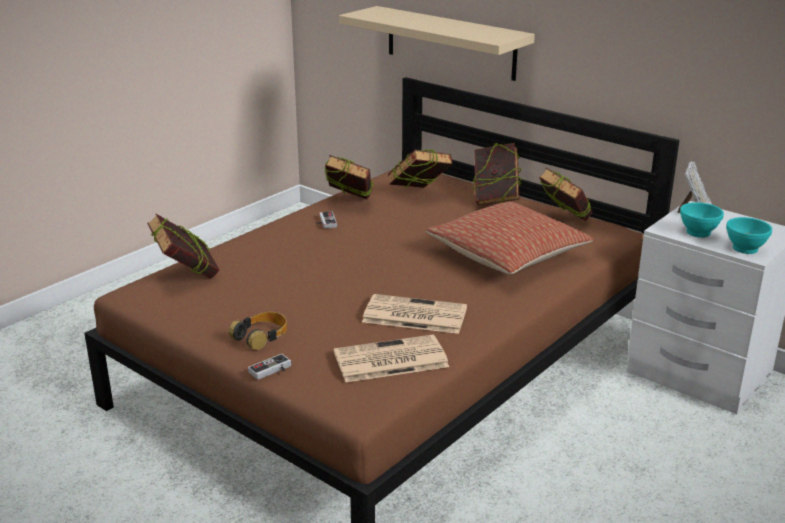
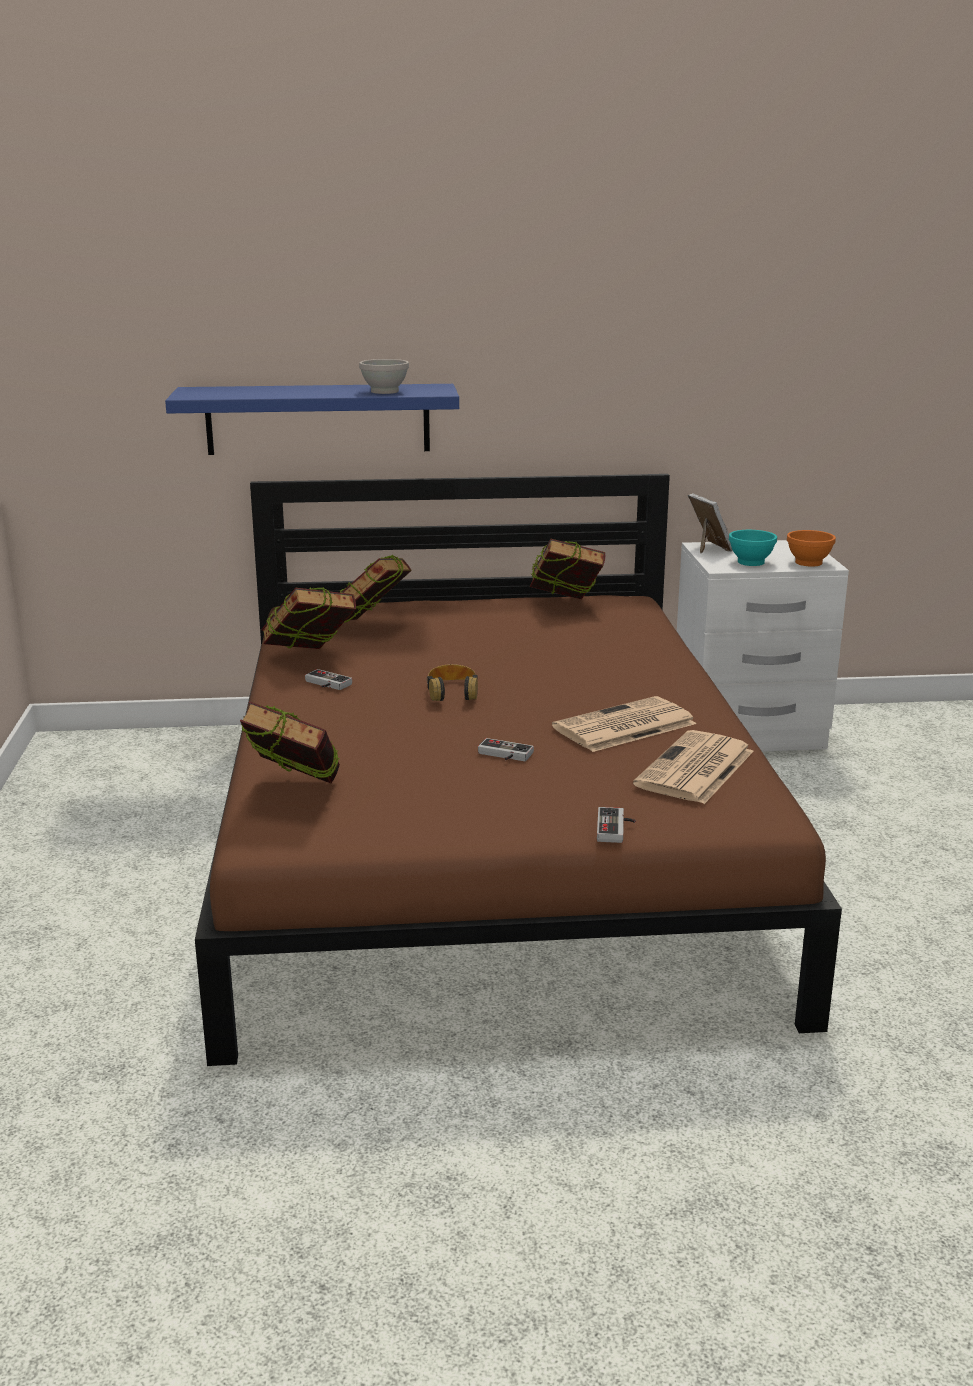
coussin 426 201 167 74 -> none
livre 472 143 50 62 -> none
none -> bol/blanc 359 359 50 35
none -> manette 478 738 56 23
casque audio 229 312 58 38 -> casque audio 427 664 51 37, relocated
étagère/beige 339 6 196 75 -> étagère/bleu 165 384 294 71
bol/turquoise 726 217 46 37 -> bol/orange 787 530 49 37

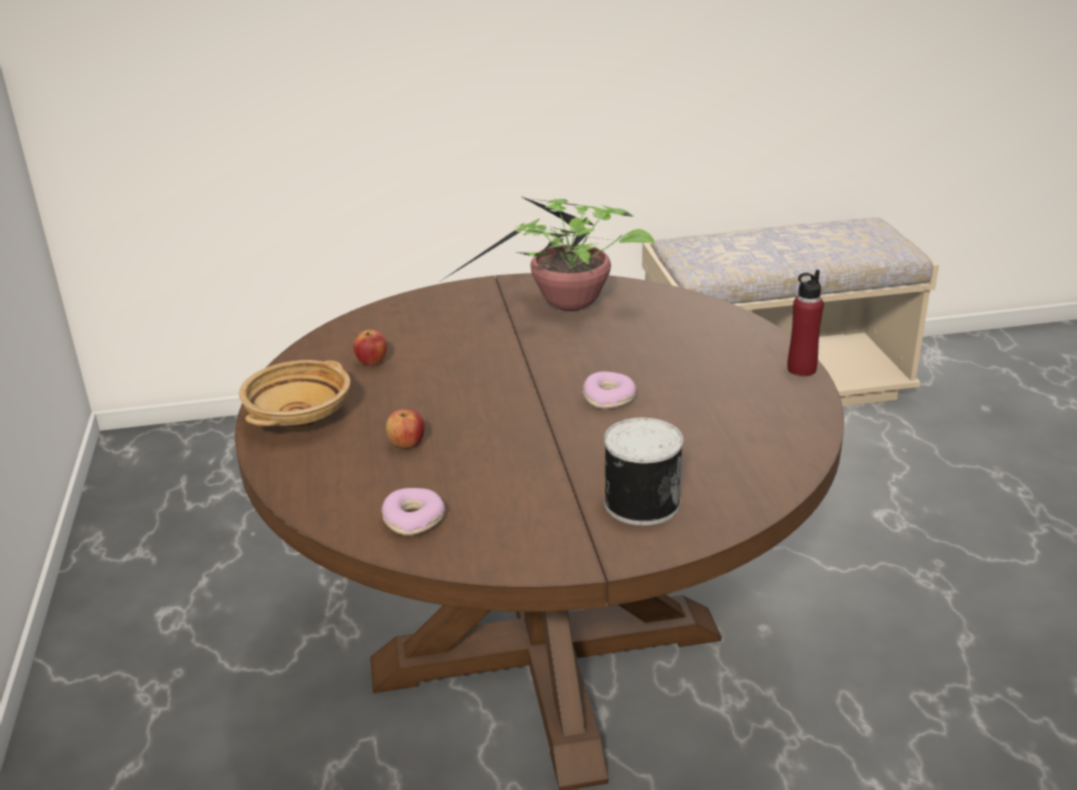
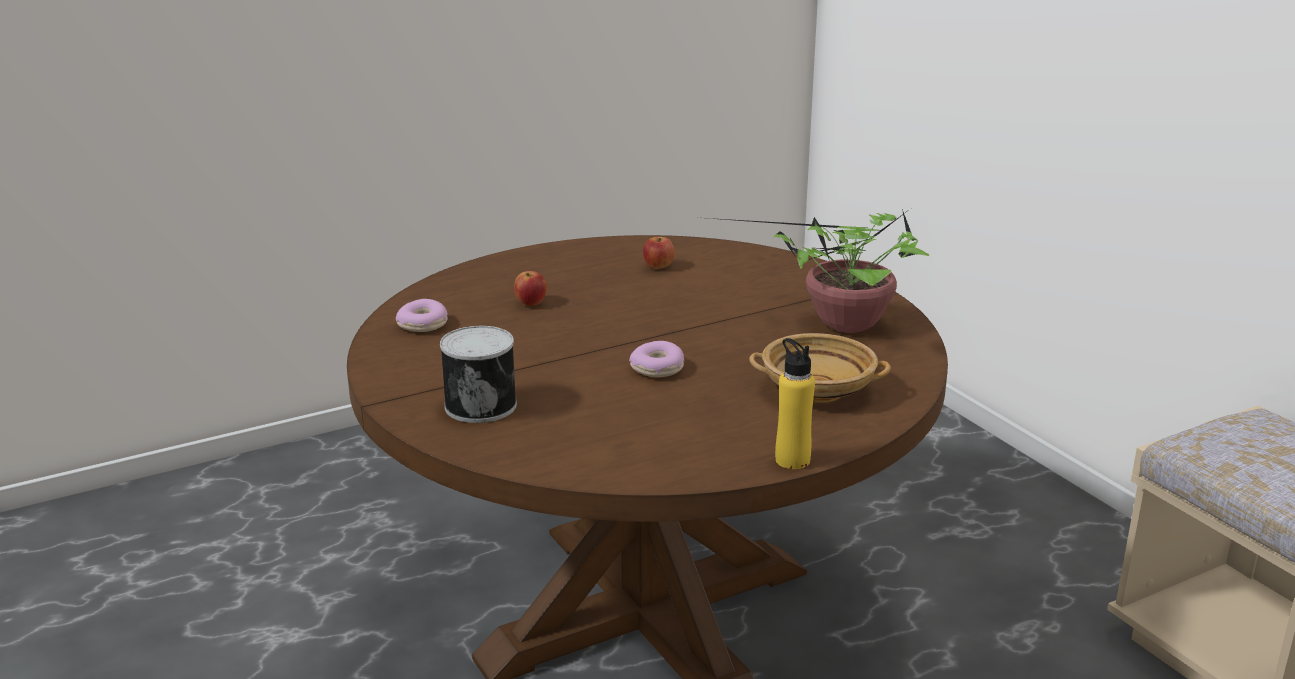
bol/beige 239 360 111 69 -> bol/beige 749 333 142 69, relocated
bouteille/rouge 787 270 37 106 -> bouteille/jaune 775 338 40 131

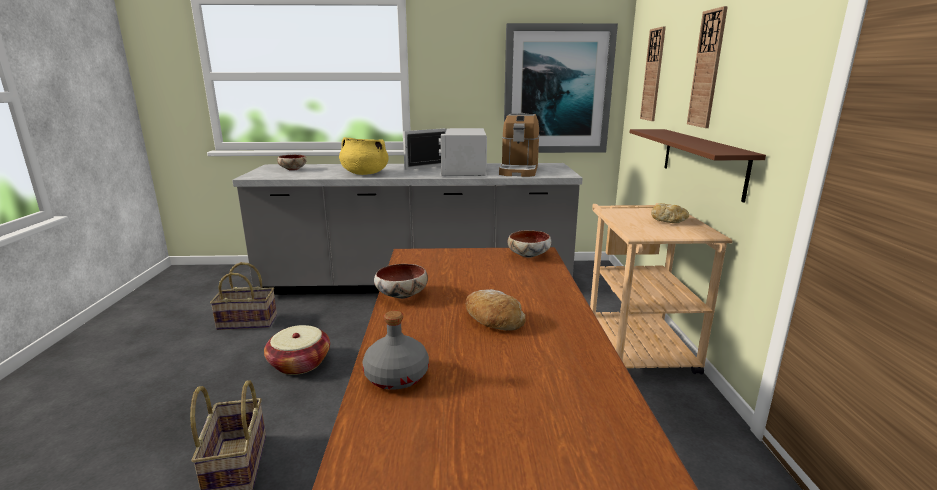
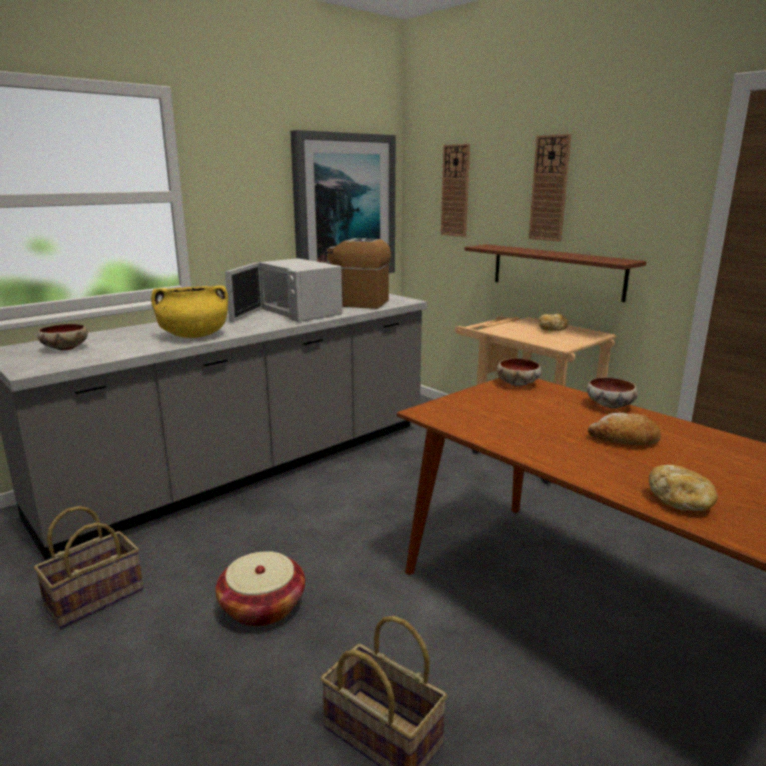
bol 374 264 54 35 -> bol 587 377 51 32, relocated
bouteille/gris 362 310 67 80 -> pain 649 465 69 46
machine à café 499 113 41 64 -> machine à café 324 238 67 71, 135 degrees clockwise

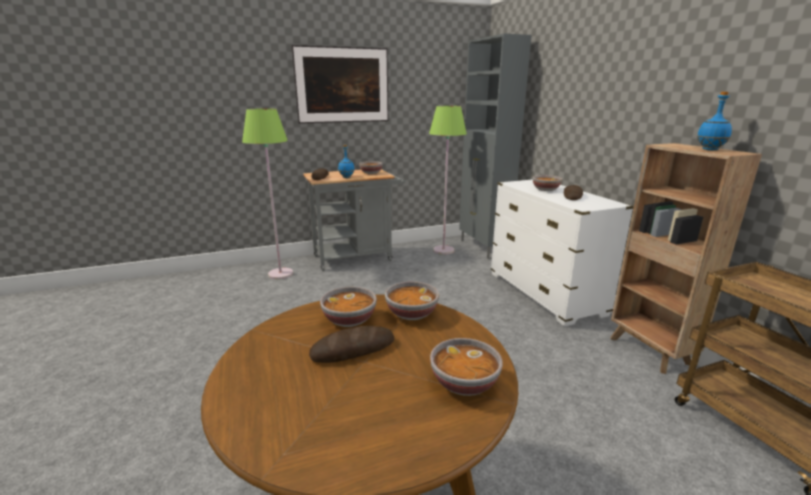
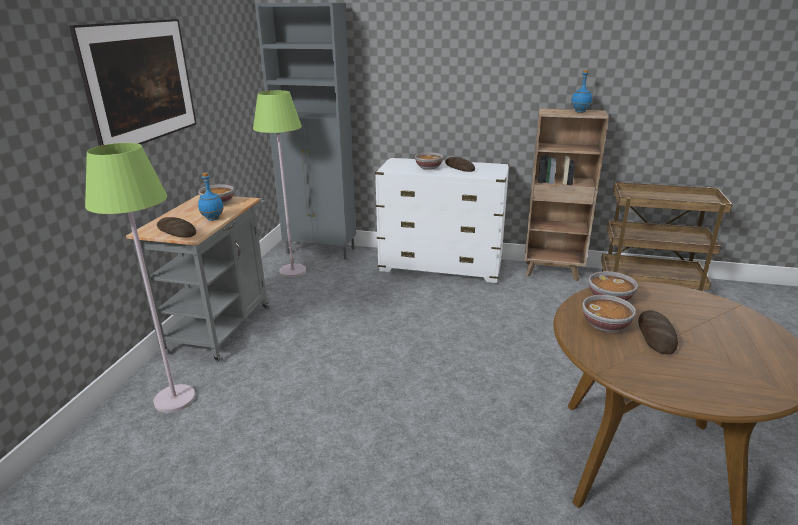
bol 430 338 73 58 -> none

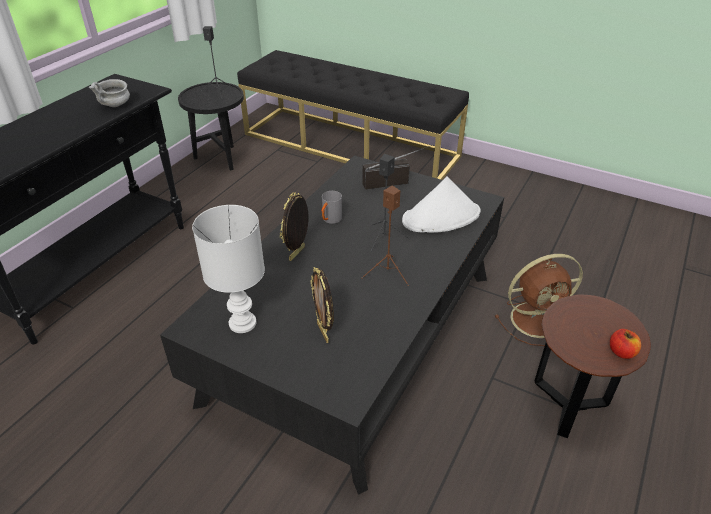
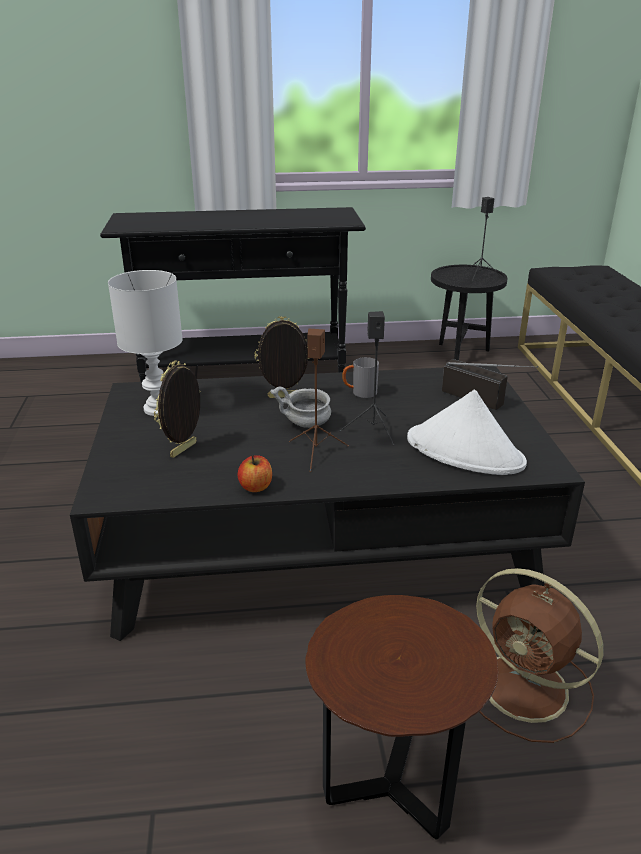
bol/gris 89 79 41 28 -> bol/gris 270 387 61 41, relocated
pomme 610 329 31 30 -> pomme 238 455 34 37, relocated

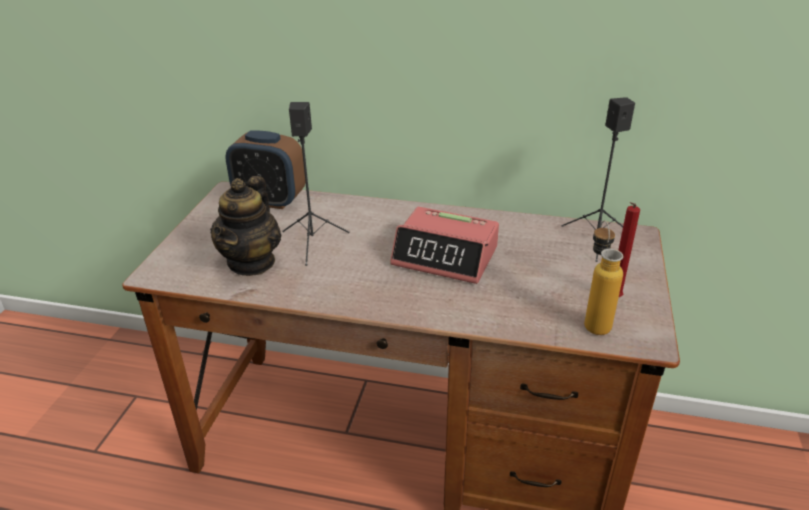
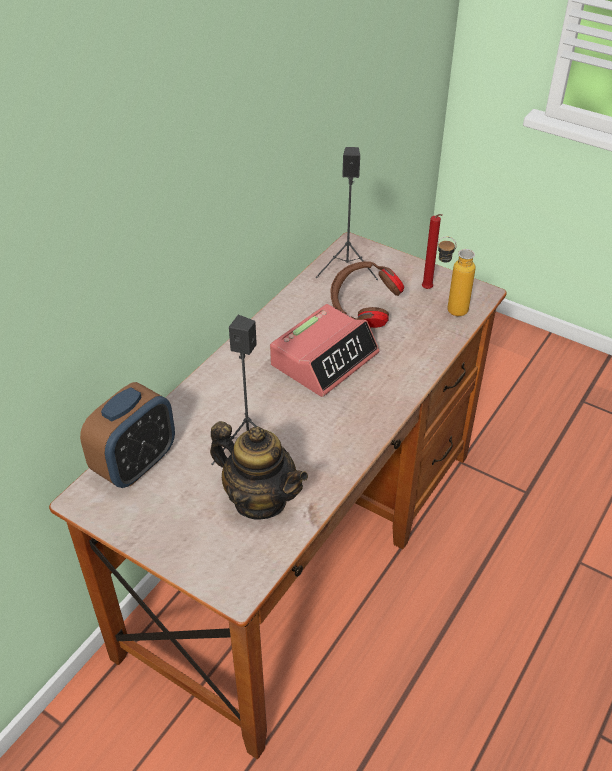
none -> casque audio/marron 331 261 73 67

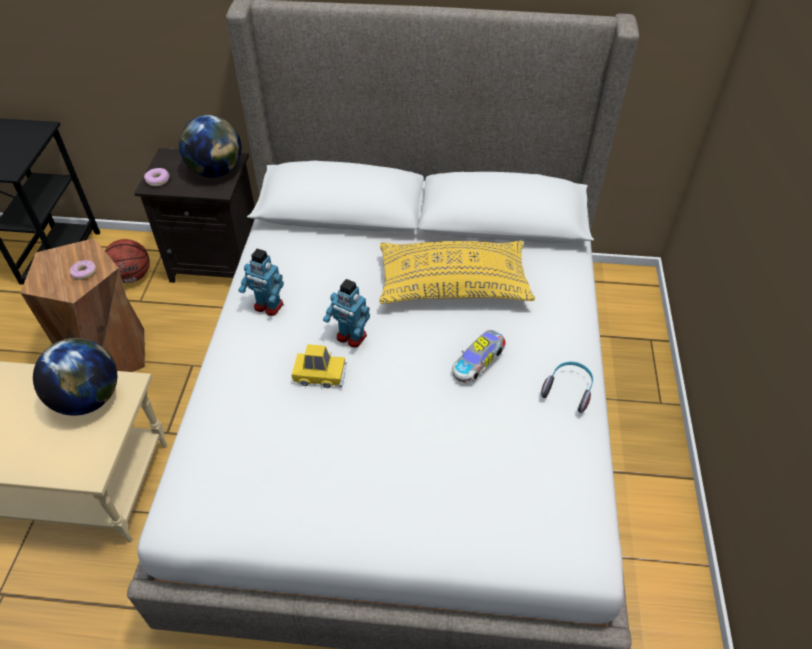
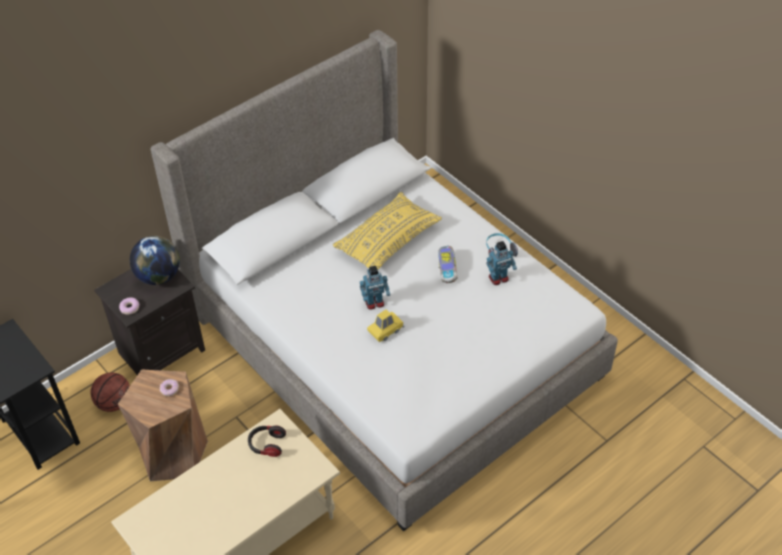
robot jouet 239 249 45 67 -> robot jouet 486 241 31 44, relocated
globe 33 338 84 78 -> casque audio 248 426 38 31

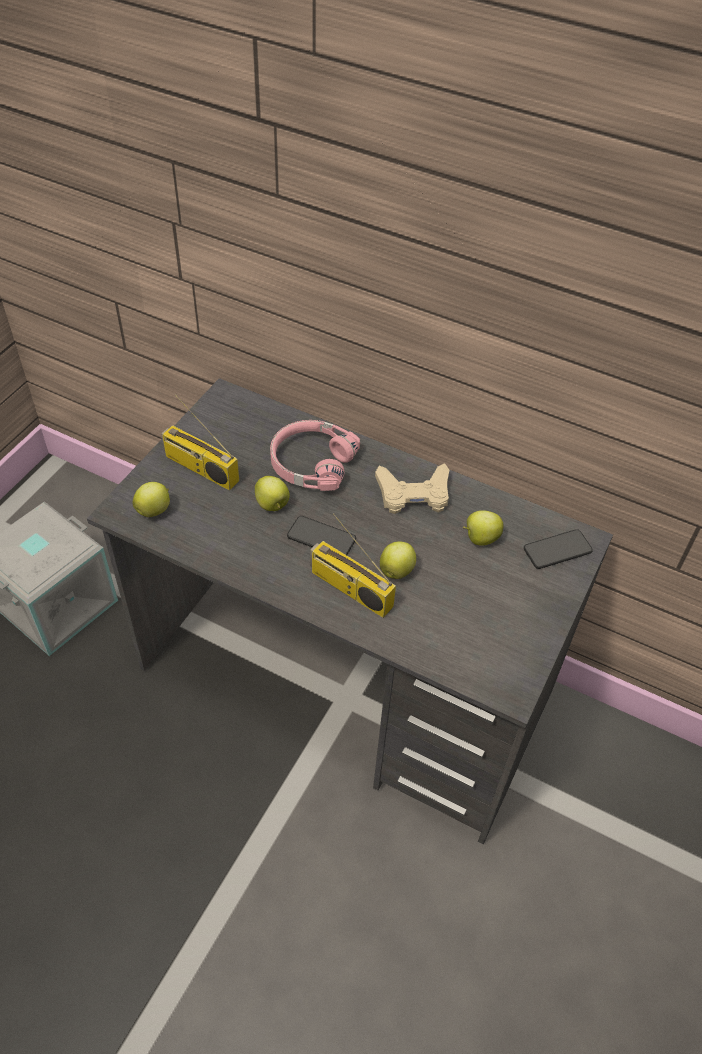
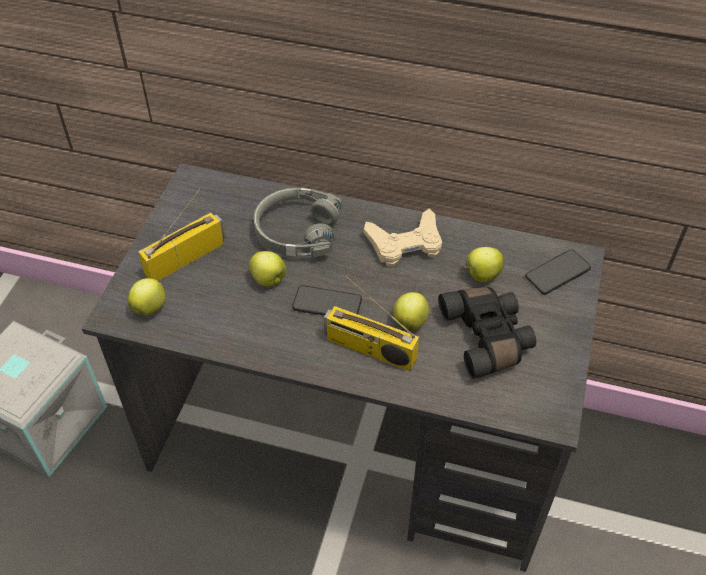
none -> jumelles/noir 439 287 97 92
casque audio/rose 270 420 90 71 -> casque audio/gris 254 188 88 69
radio 161 394 78 97 -> radio 138 189 87 92, 120 degrees clockwise

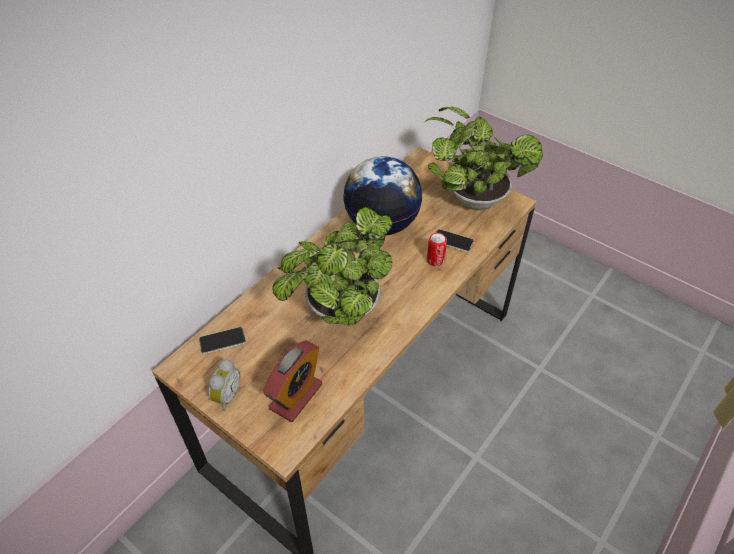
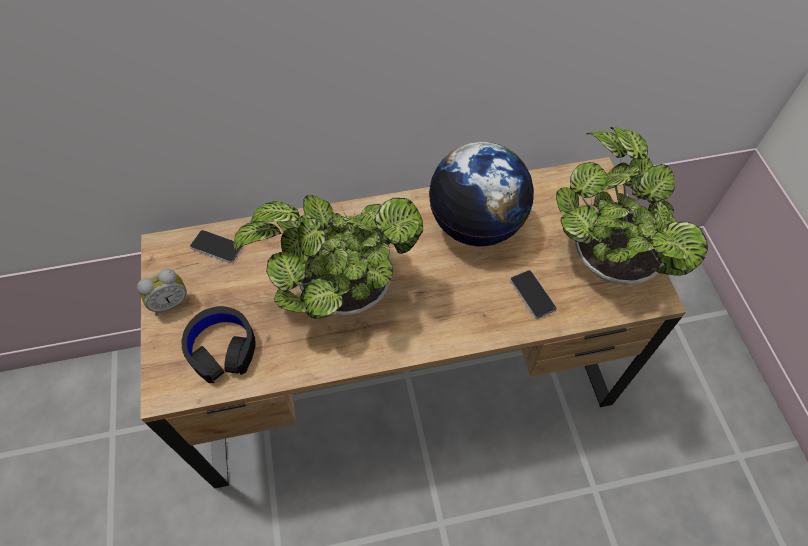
boîte métallique 427 233 20 33 -> none
réveil 263 340 59 82 -> casque audio/noir 181 306 75 77

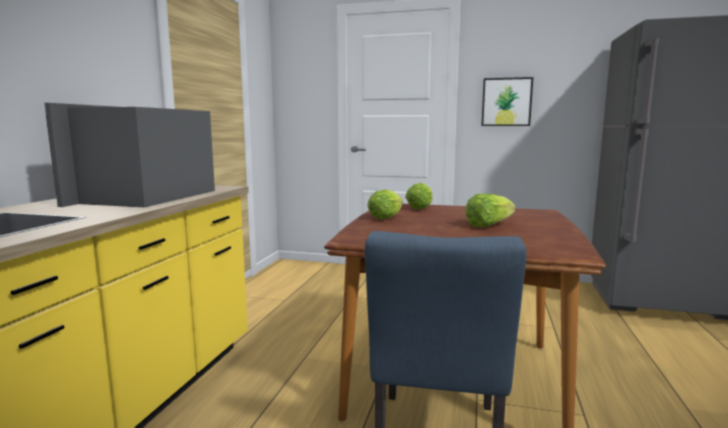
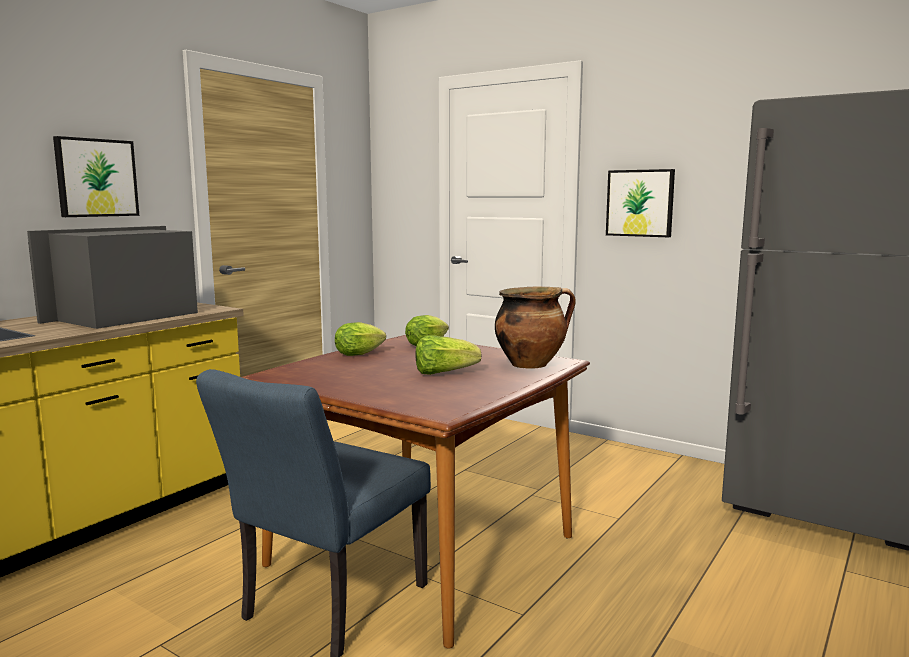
none -> tableau 53 136 86 81
none -> marmite 495 287 81 82

